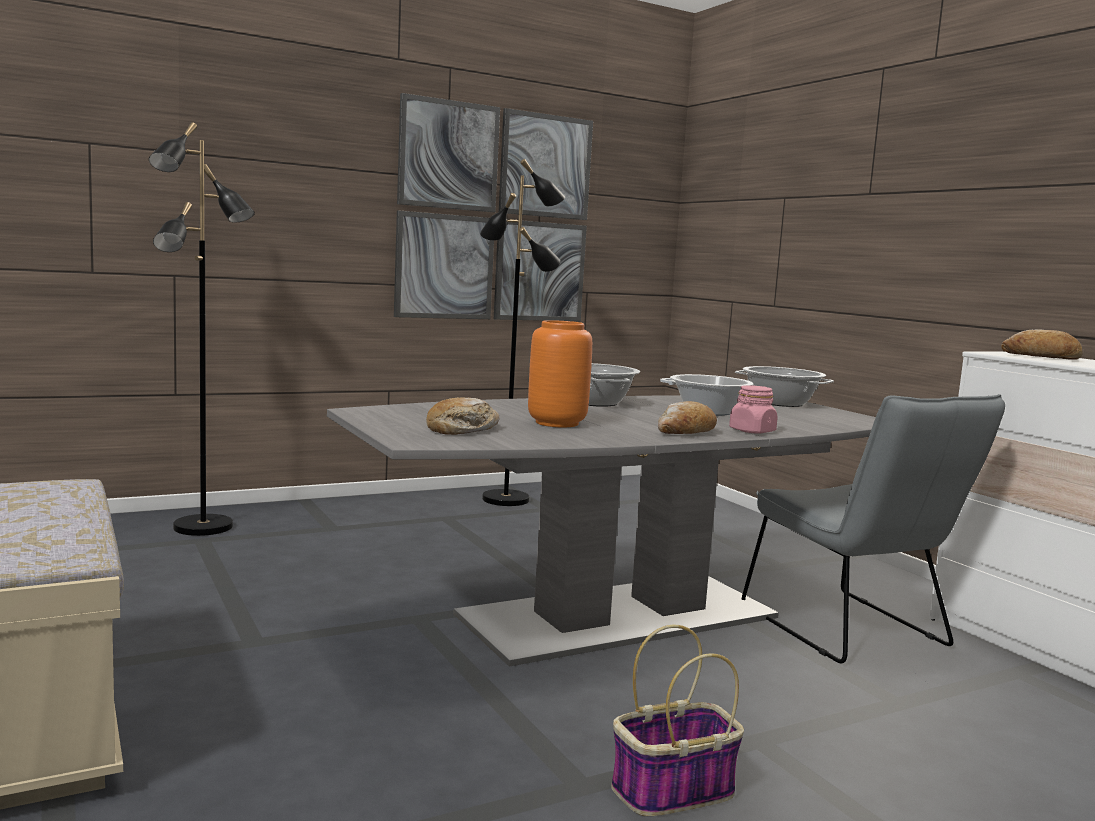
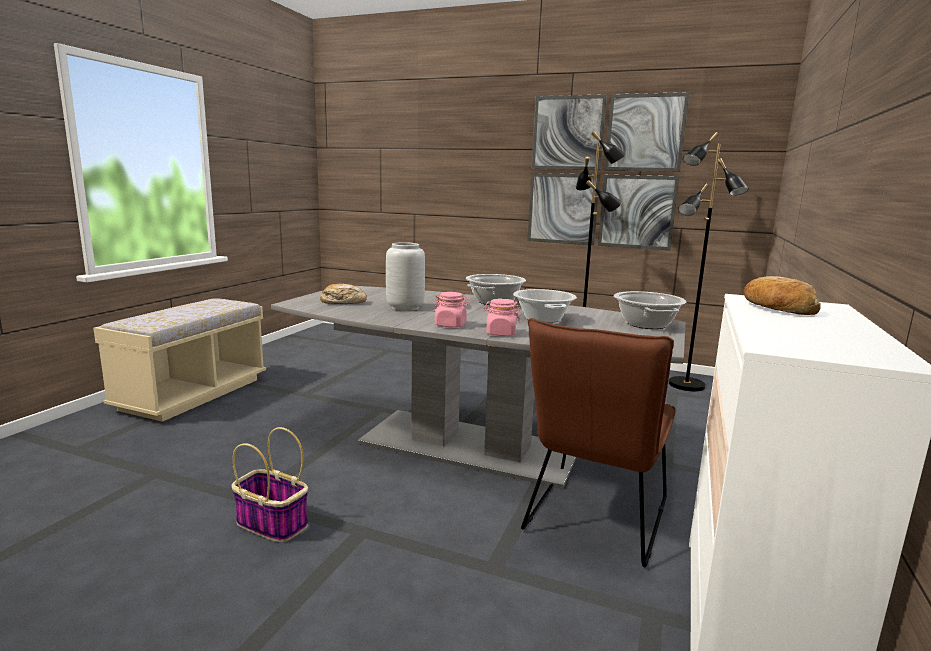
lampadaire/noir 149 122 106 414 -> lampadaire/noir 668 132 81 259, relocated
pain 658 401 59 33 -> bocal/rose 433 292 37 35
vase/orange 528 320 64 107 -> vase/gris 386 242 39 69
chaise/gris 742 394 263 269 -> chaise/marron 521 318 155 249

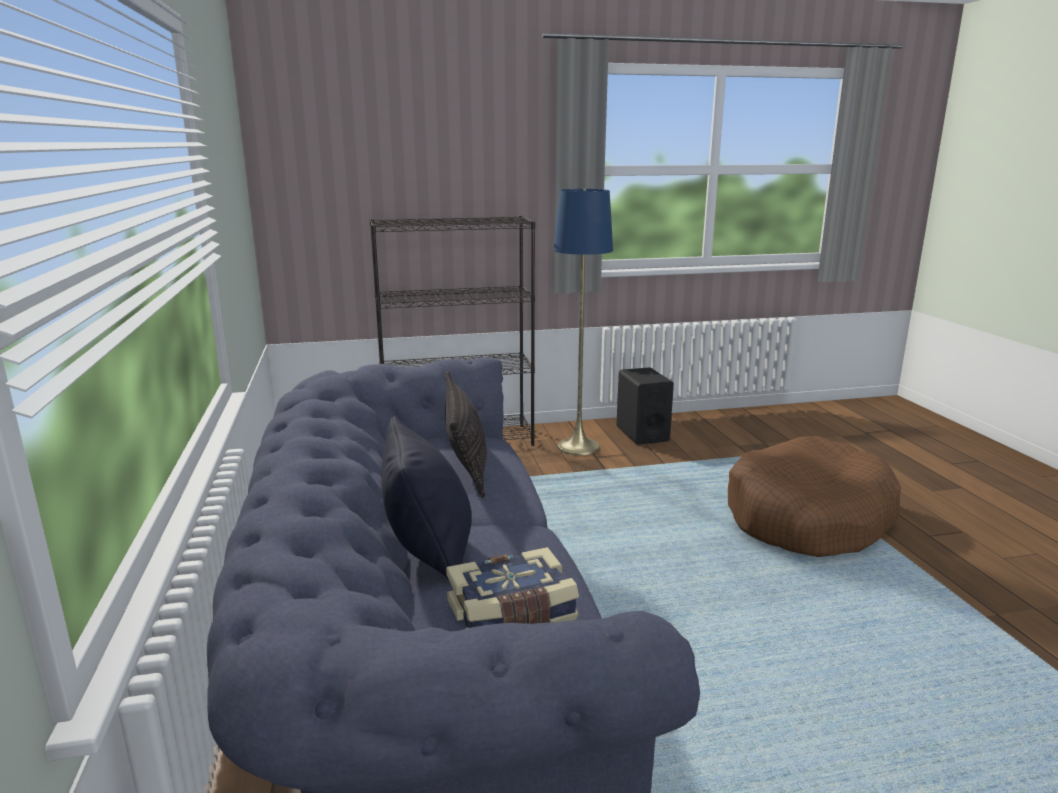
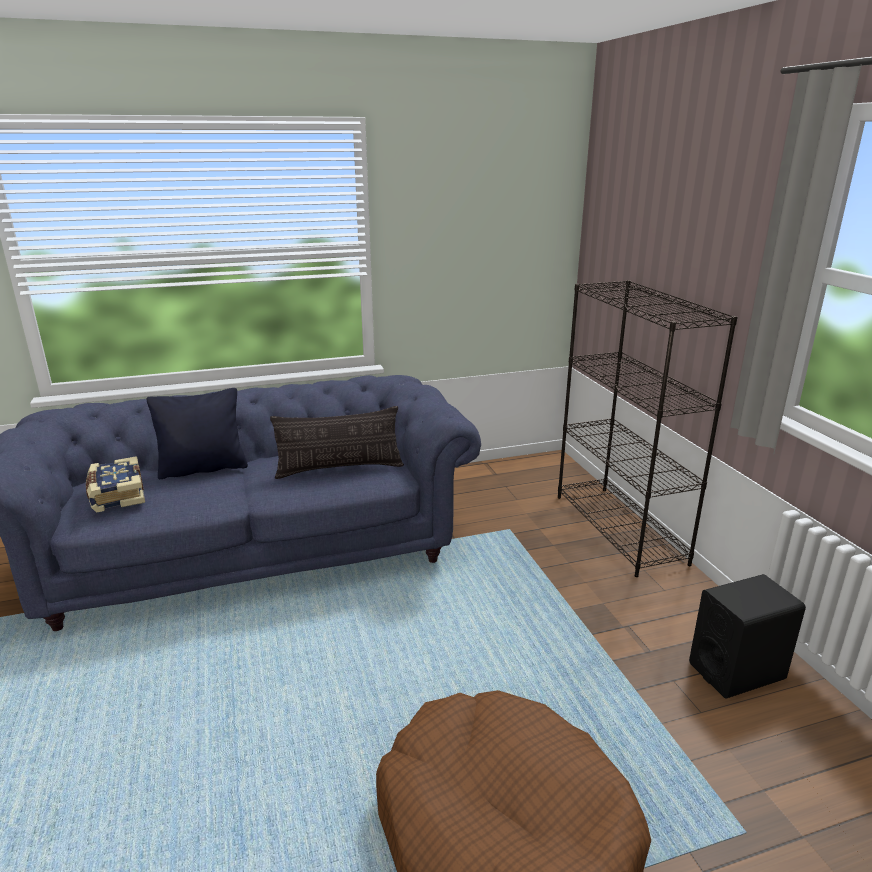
lampadaire/bleu 553 188 60 268 -> none

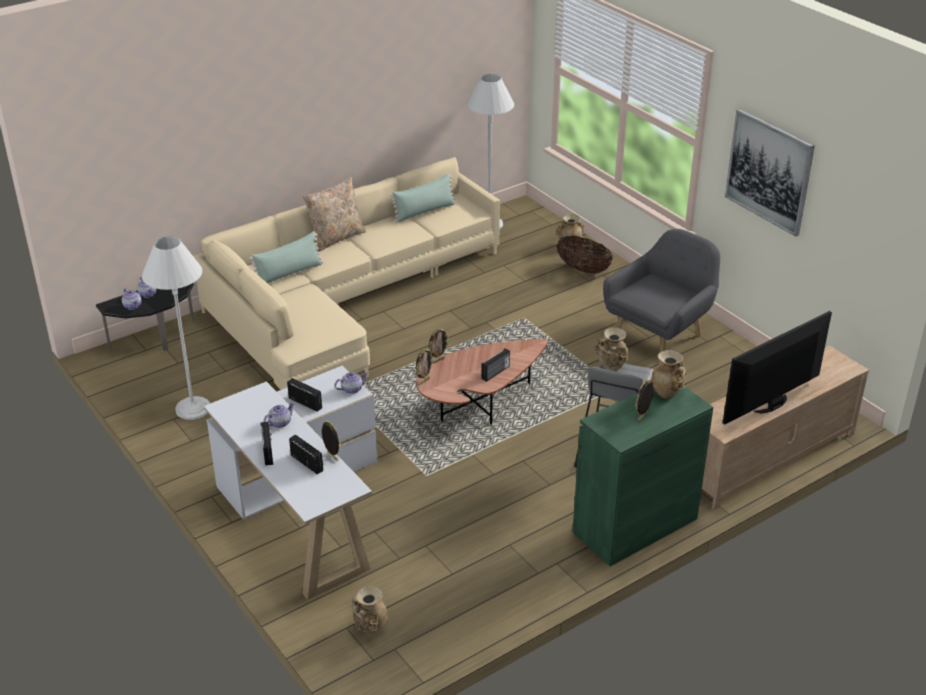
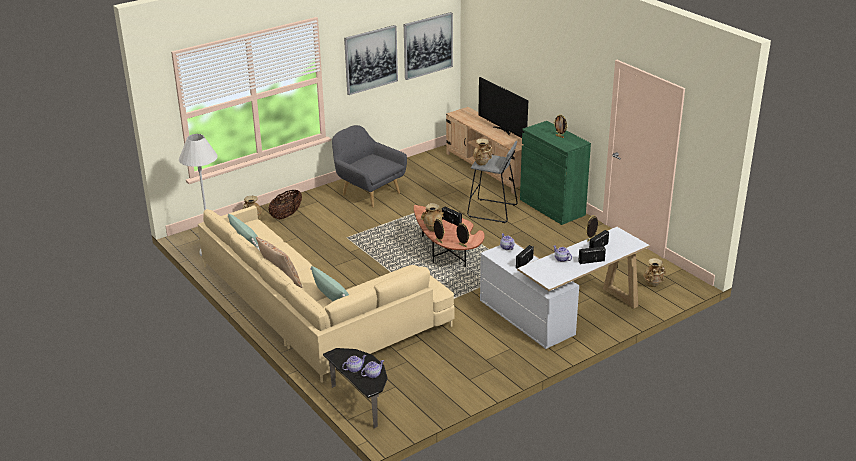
lampadaire/blanc 142 236 68 184 -> none
none -> tableau 404 12 49 68
vase/beige 651 350 35 49 -> vase/beige 421 203 23 28, relocated

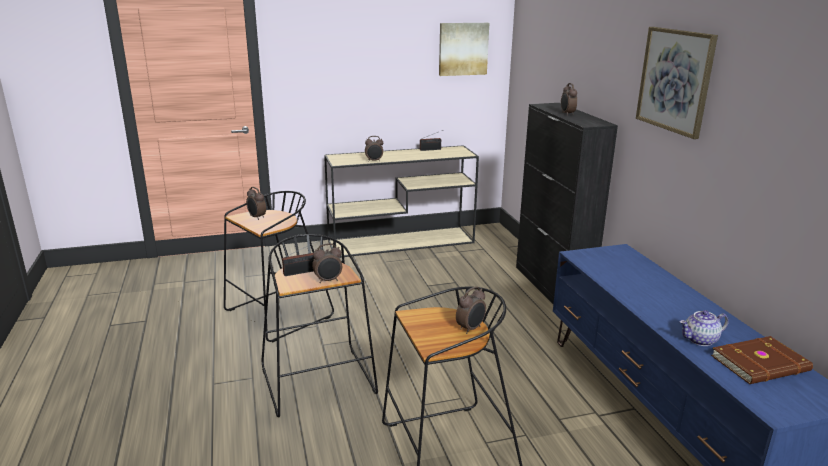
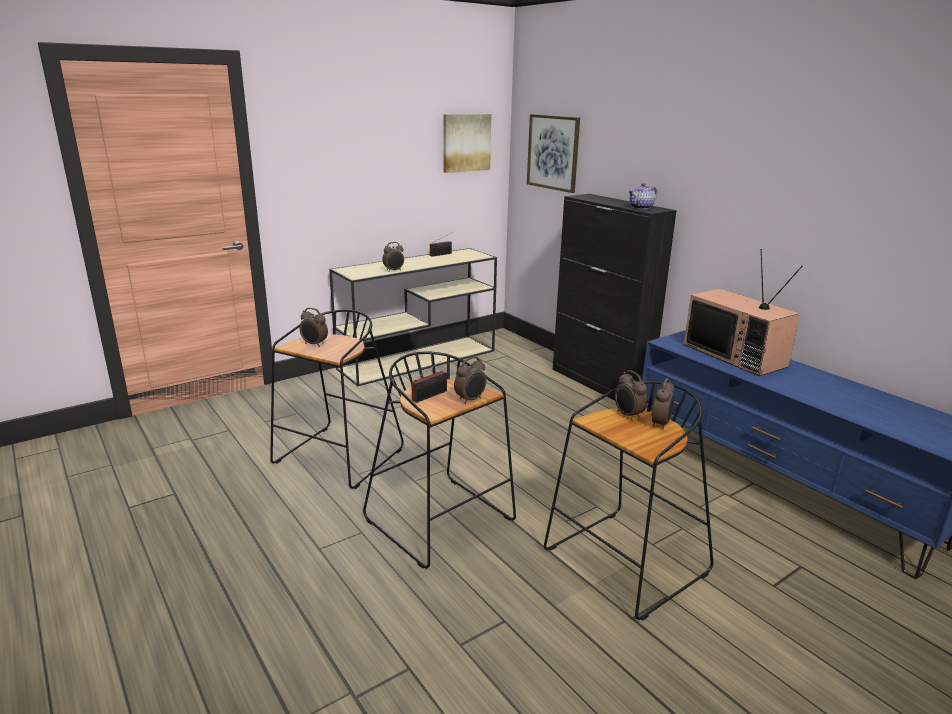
livre/marron 711 336 102 48 -> none
none -> téléviseur 684 249 119 127
réveil 561 83 16 33 -> réveil 615 370 32 51, relocated
tableau 636 27 82 112 -> tableau 527 114 53 79, relocated
théière 680 310 49 36 -> théière 628 183 29 26, relocated

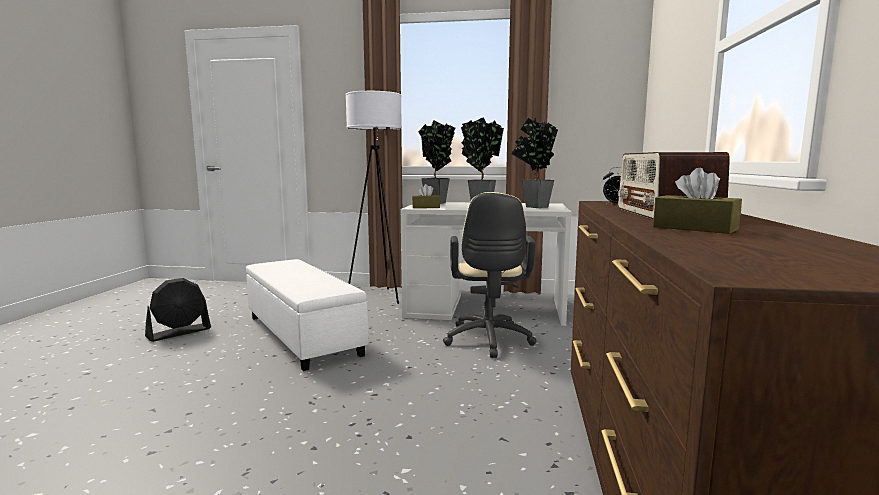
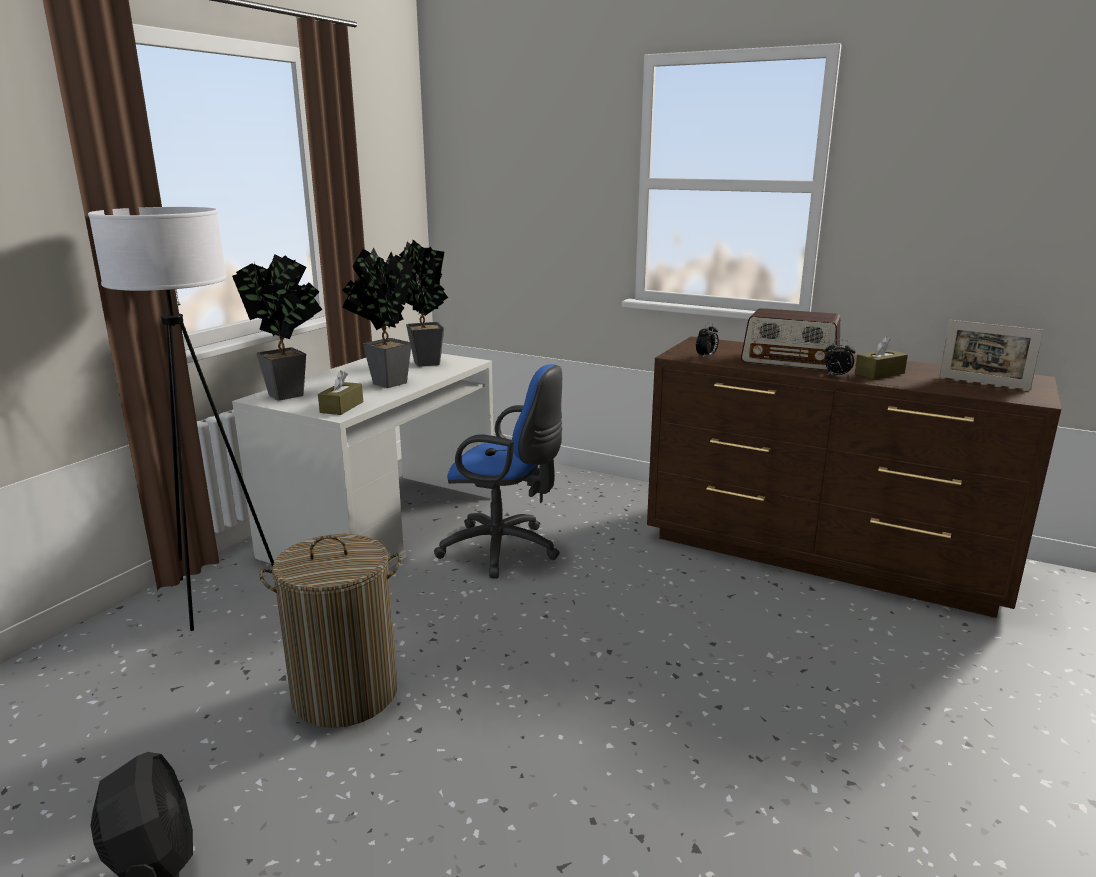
none -> réveil 825 339 31 38
none -> cadre photo 939 320 105 70
pouf/blanc 246 259 123 112 -> panier à linge 259 534 143 194
chaise de bureau/beige 443 192 94 166 -> chaise de bureau/bleu 434 364 128 214

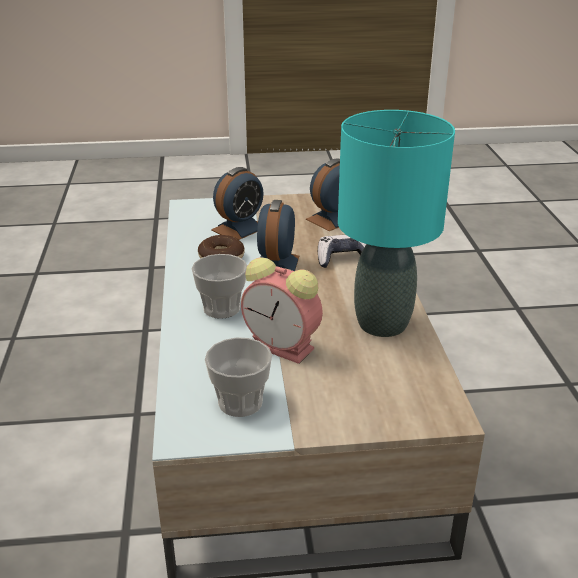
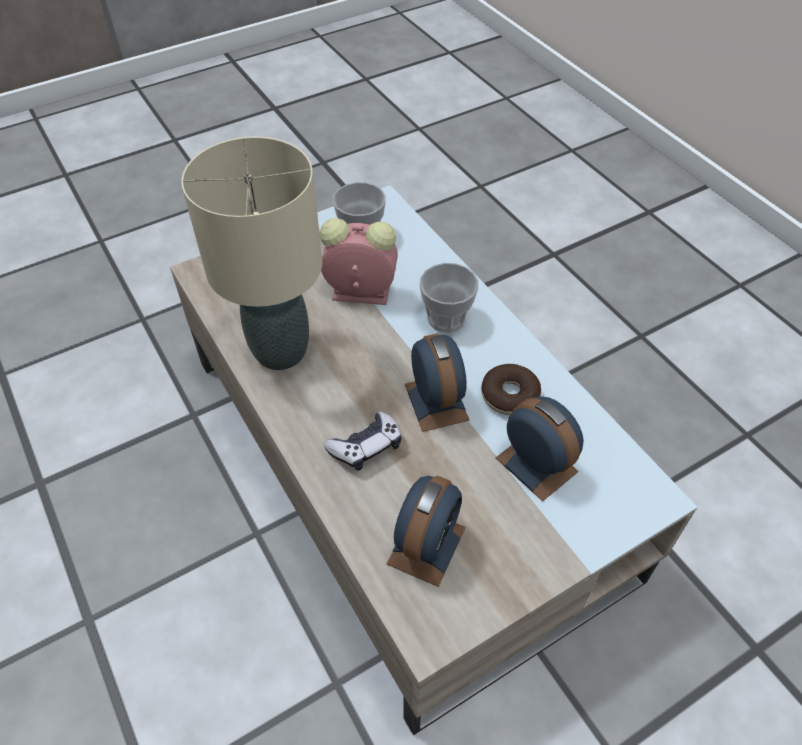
lampe de table/turquoise 338 110 117 227 -> lampe de table/beige 181 136 141 234
réveil 211 167 53 73 -> réveil 496 397 88 104, 120 degrees clockwise

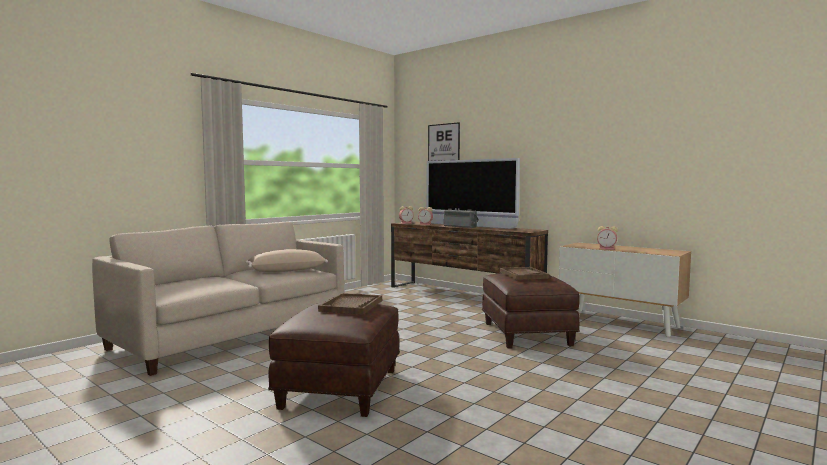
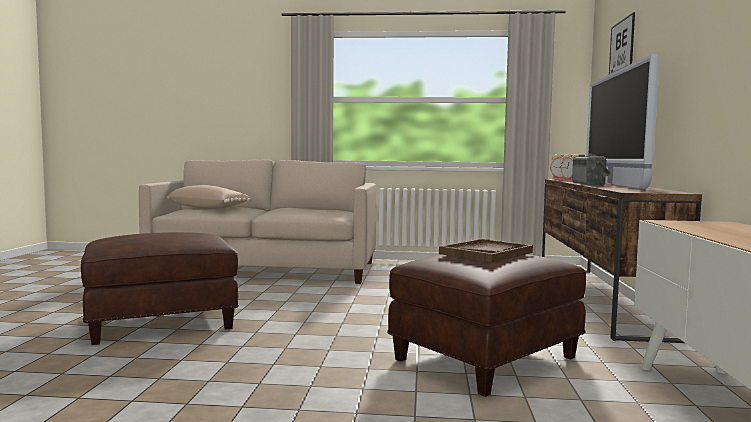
plateau/marron 318 293 64 22 -> none
réveil 597 226 21 24 -> none
coussin/beige 245 249 83 23 -> coussin/beige 167 185 84 24, relocated

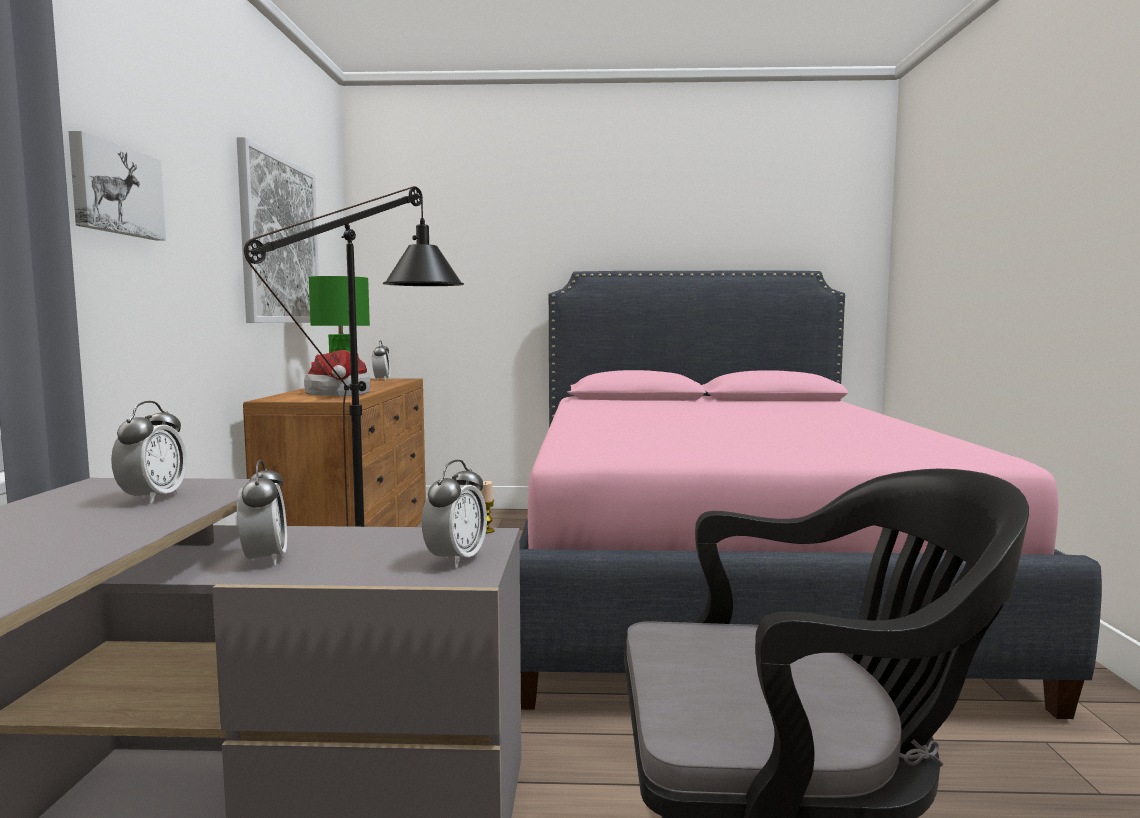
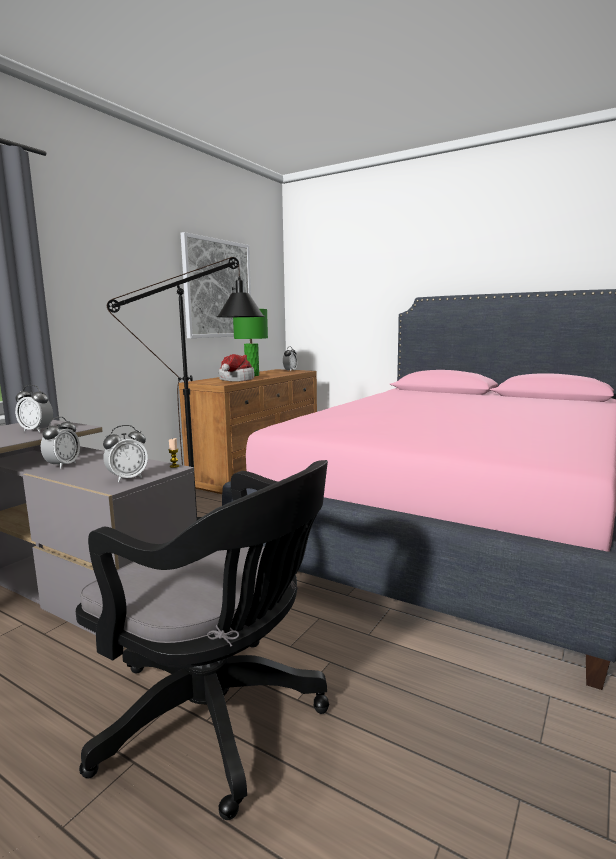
tableau 68 131 98 109 -> none
réveil 111 401 76 103 -> réveil 15 385 38 47, 75 degrees clockwise

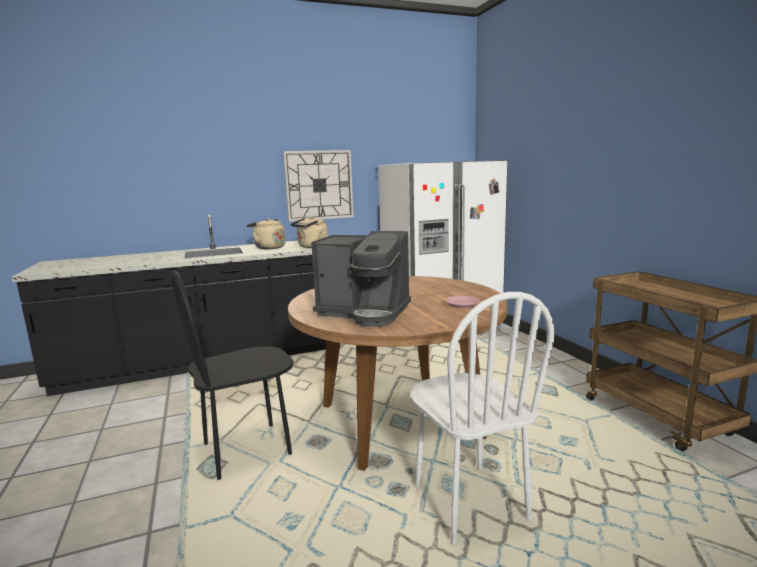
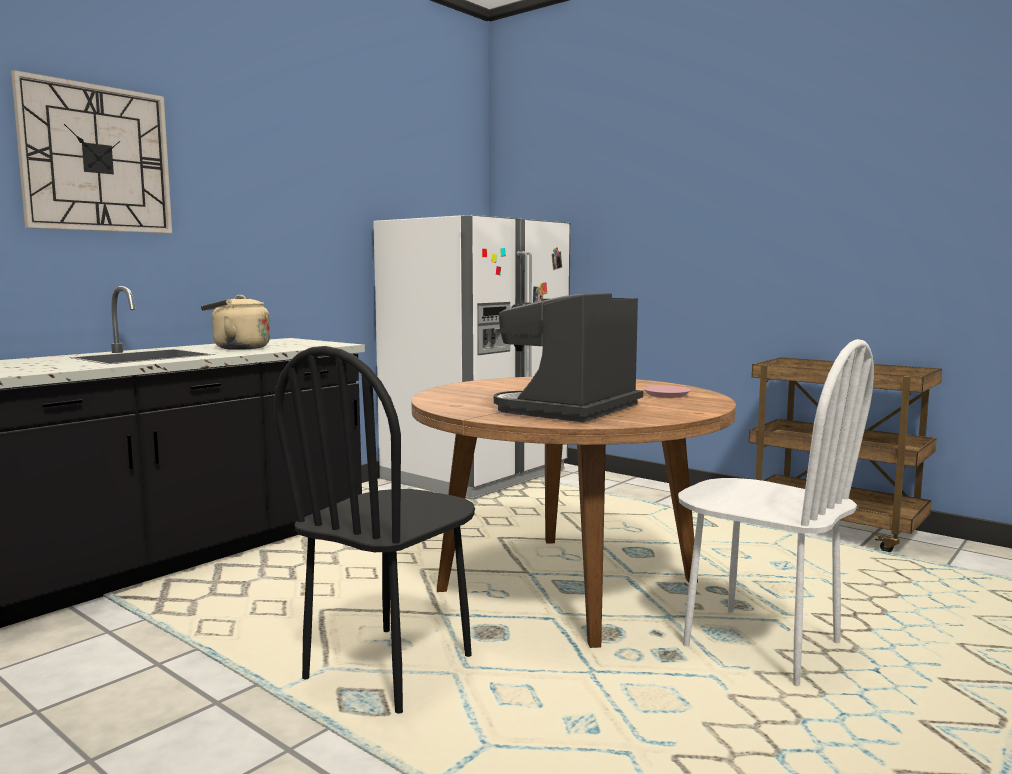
bouilloire/beige 291 217 37 31 -> none
horloge murale 283 150 71 72 -> horloge murale 11 70 161 163, relocated
machine à café 311 231 100 96 -> machine à café 494 293 149 129, 135 degrees clockwise

